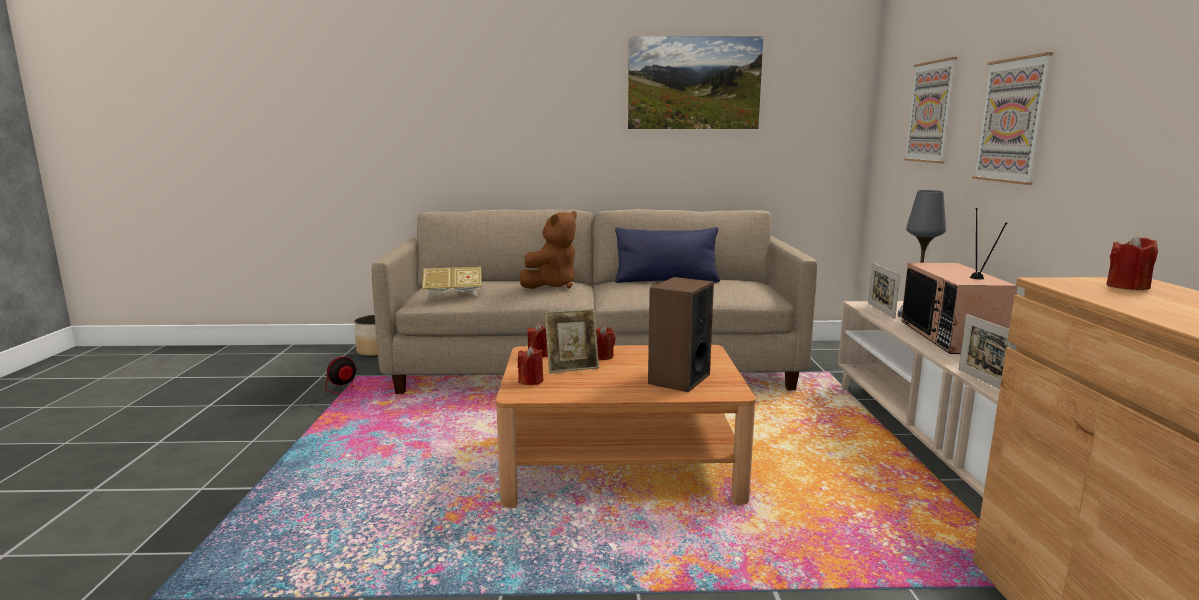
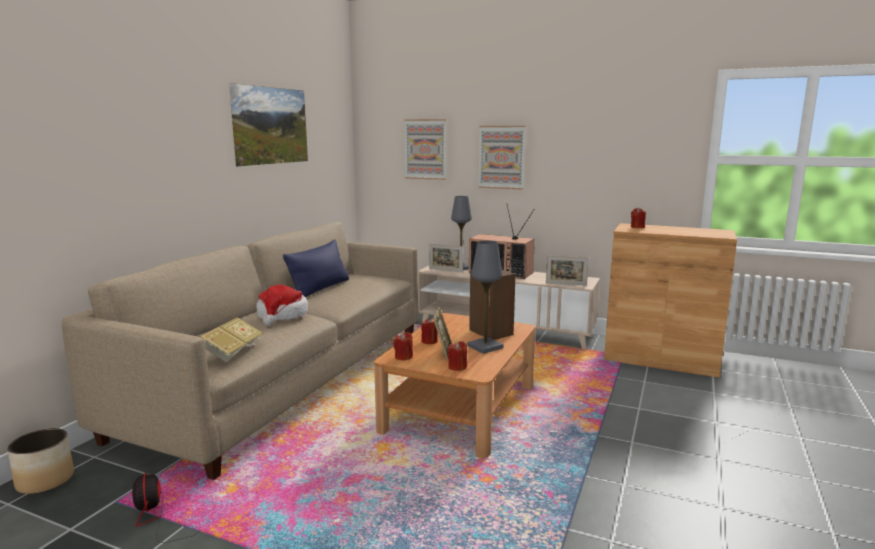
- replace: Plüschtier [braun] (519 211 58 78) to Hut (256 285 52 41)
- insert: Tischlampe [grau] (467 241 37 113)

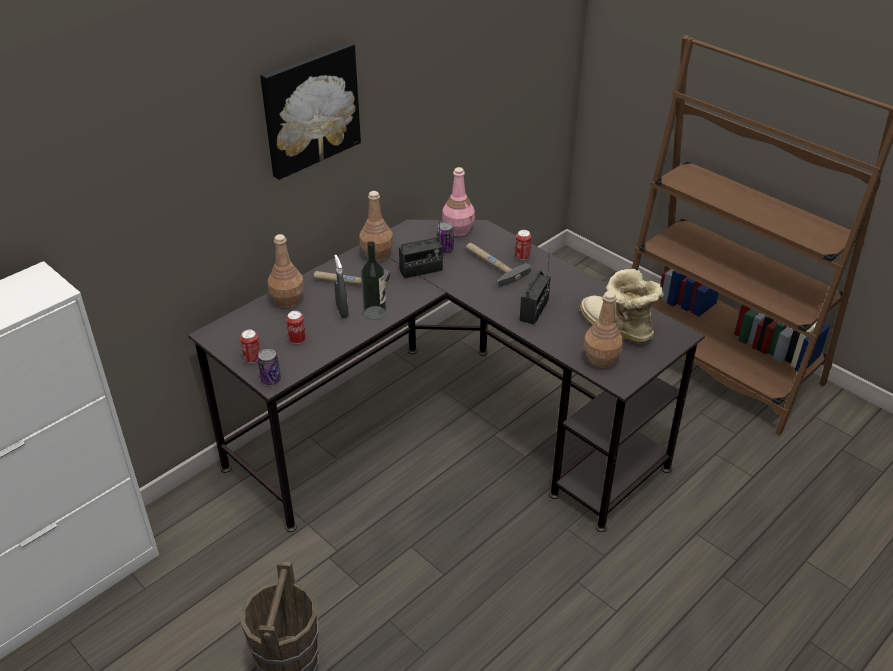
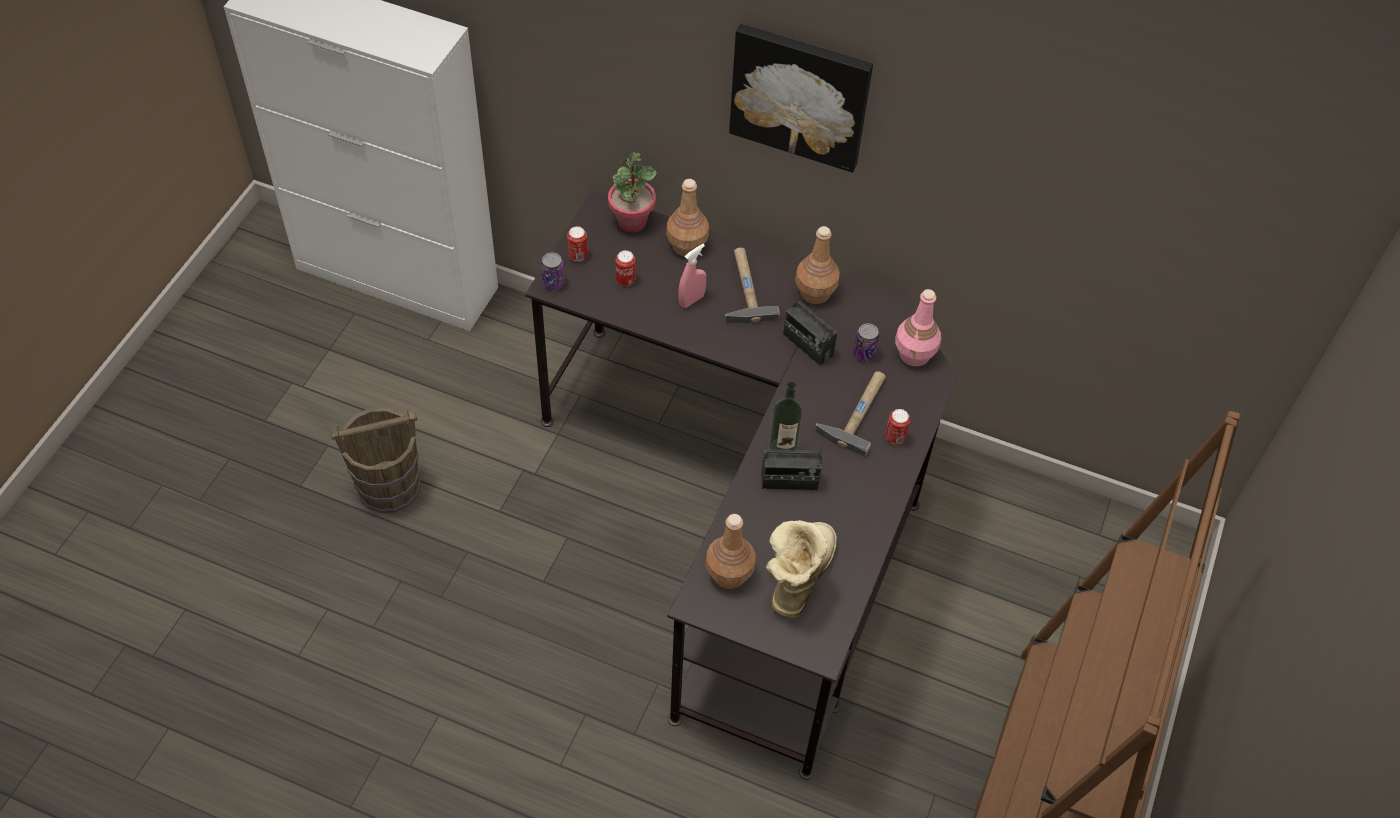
- insert: Topfpflanze (608 152 49 81)
- recolor: Sprühflasche [grau] (334 255 15 63) to Sprühflasche [rosa] (678 244 28 64)
- move: Flasche (361 241 26 79) to (768 382 35 69)

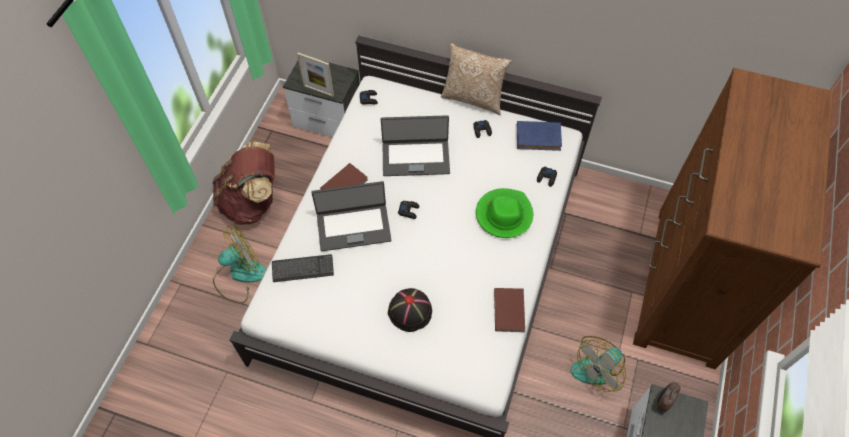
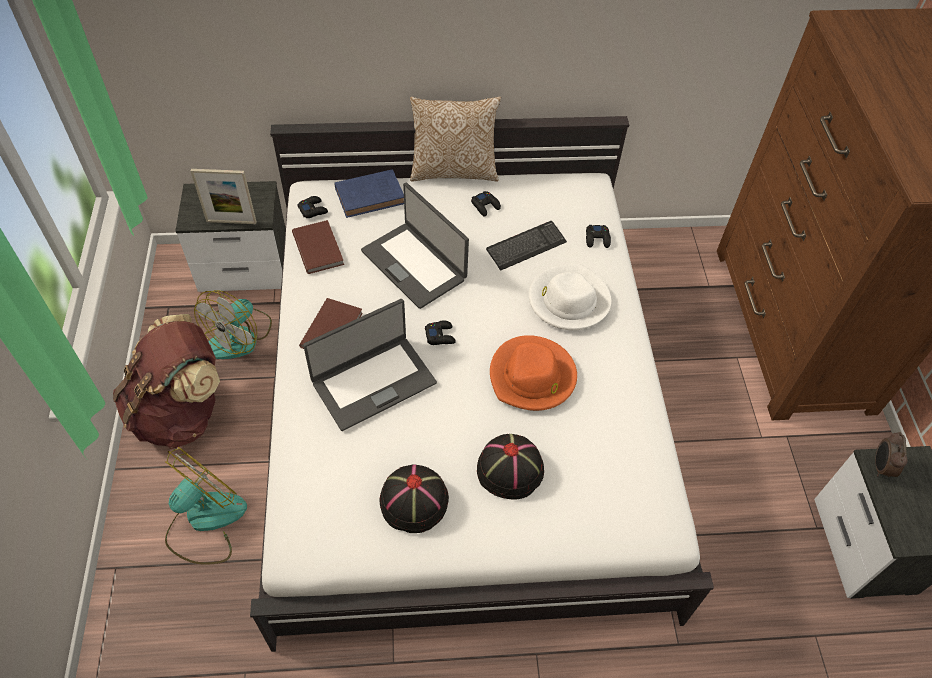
- move: Ventilator (570 336 56 56) to (194 290 78 69)
- move: Buch [braun] (494 288 31 44) to (292 220 52 54)
- move: Buch [blau] (517 121 45 30) to (334 169 70 49)
- rotate: Laptop (381 115 69 61) = (361 183 108 126) 75 degrees clockwise
- insert: Hut [schwarz] (380 464 69 69)
- move: Tastatur (272 254 62 28) to (486 221 81 50)
- insert: Hut [orange] (490 335 87 76)
- recolor: Hut [grün] (476 188 57 50) to Hut [weiß] (529 264 82 66)

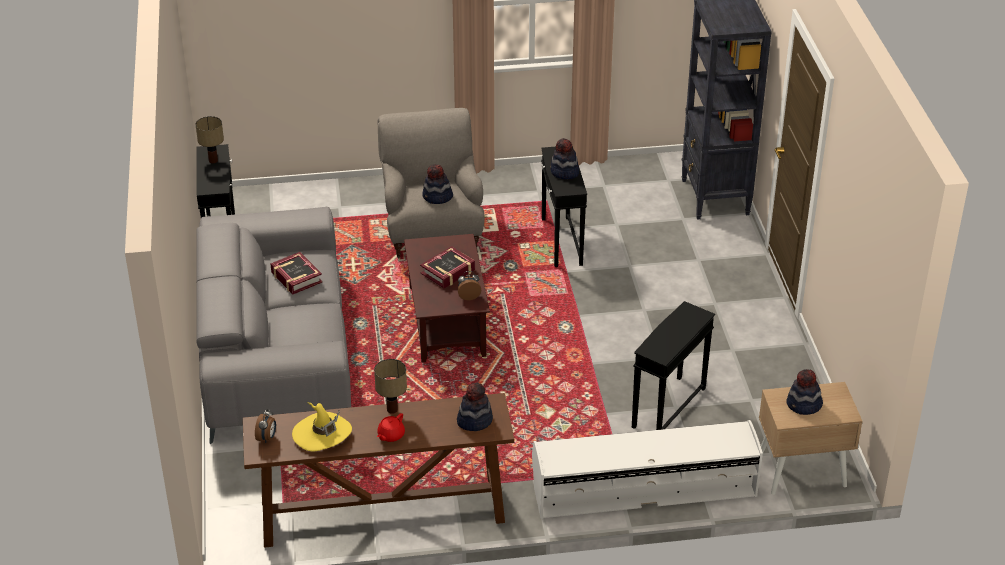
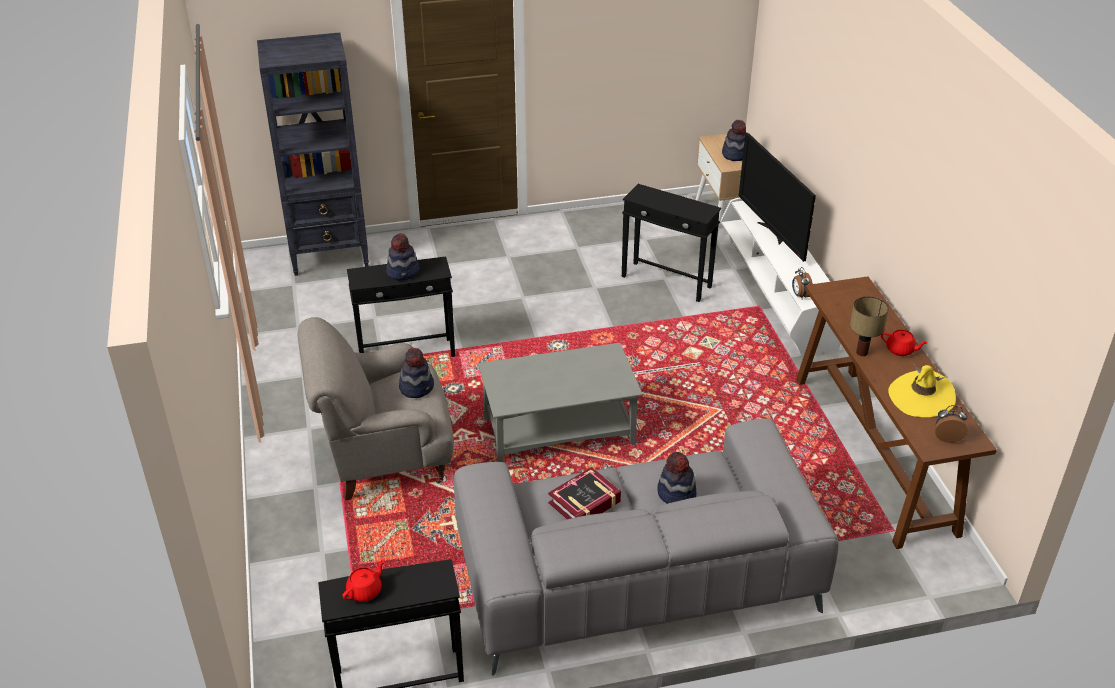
- replace: Tischlampe (195 116 29 47) to Teekanne [rot] (342 559 43 43)
- recolor: Couchtisch [braun] (404 234 86 128) to Couchtisch [grau] (478 343 165 119)
- move: Hut (457 383 36 48) to (657 452 39 52)
- insert: Fernseher (739 133 77 129)
- move: Wecker (458 271 23 29) to (792 267 21 32)
- delete: Buch (420 246 55 42)

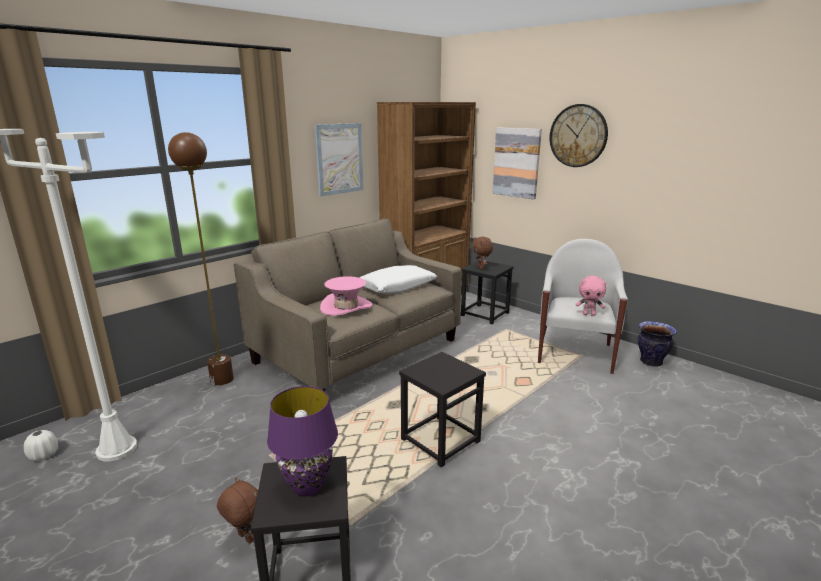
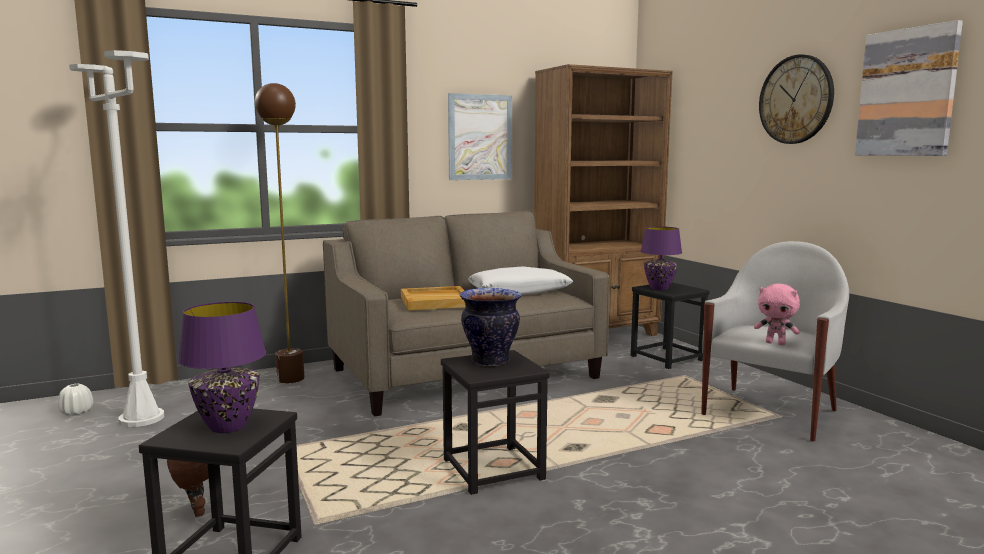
- replace: Hut [rosa] (320 276 52 40) to Tablett [beige] (401 286 65 24)
- move: Vase (638 321 39 46) to (460 288 62 78)
- replace: Plüschtier [braun] (472 237 21 33) to Tischlampe [lila] (640 227 42 63)
- move: Bild (492 127 50 72) to (855 20 108 136)

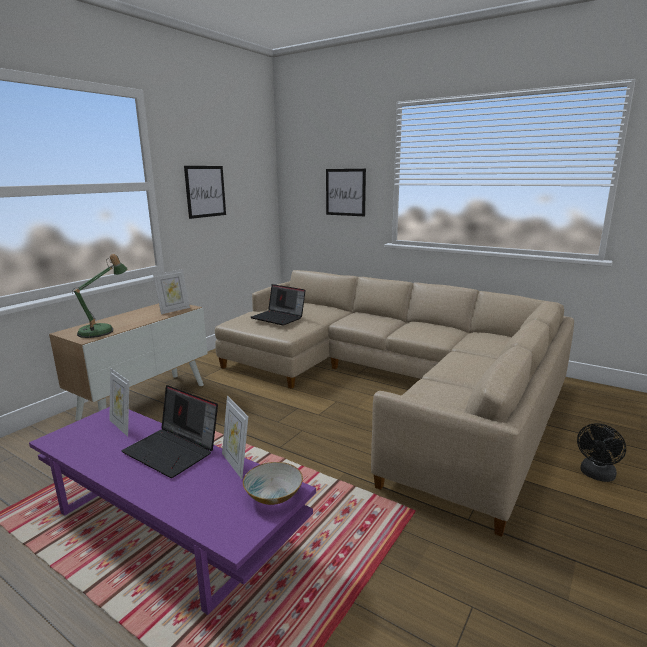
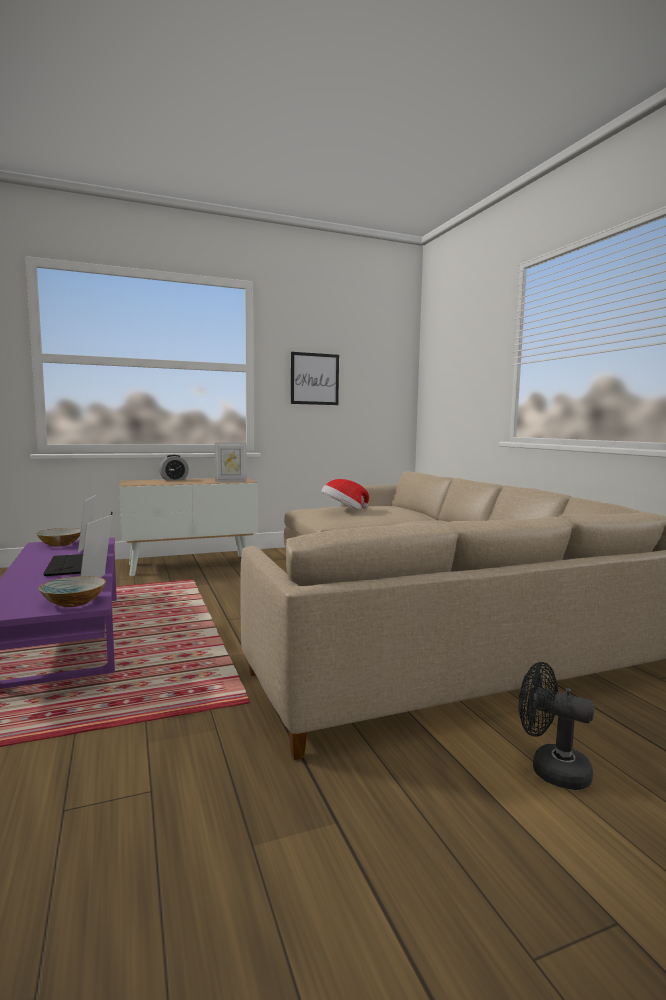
- insert: Schüssel (36 528 45 19)
- insert: Wecker (159 455 30 26)
- replace: Laptop (251 284 55 42) to Hut (321 479 48 31)
- rotate: Ventilator [schwarz] (577 423 49 59) = (519 662 75 128) 45 degrees clockwise
- delete: Tischlampe (72 254 55 84)
- delete: Bild (326 169 40 47)

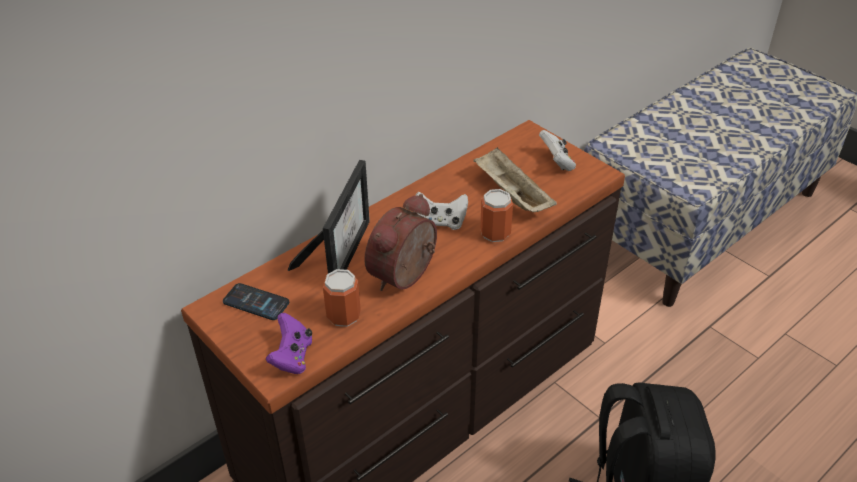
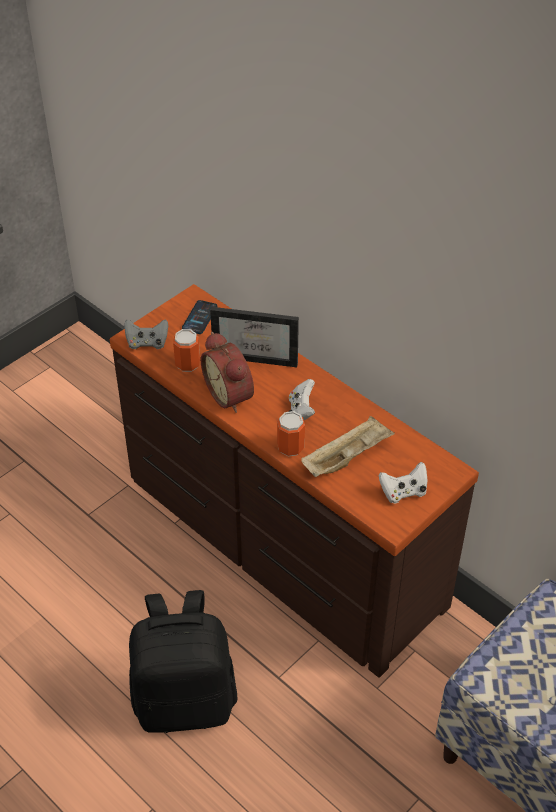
- recolor: Gamepad [lila] (266 313 46 61) to Gamepad [grau] (124 319 44 30)
- rotate: Wecker (364 194 73 97) = (201 332 53 81) 150 degrees counterclockwise

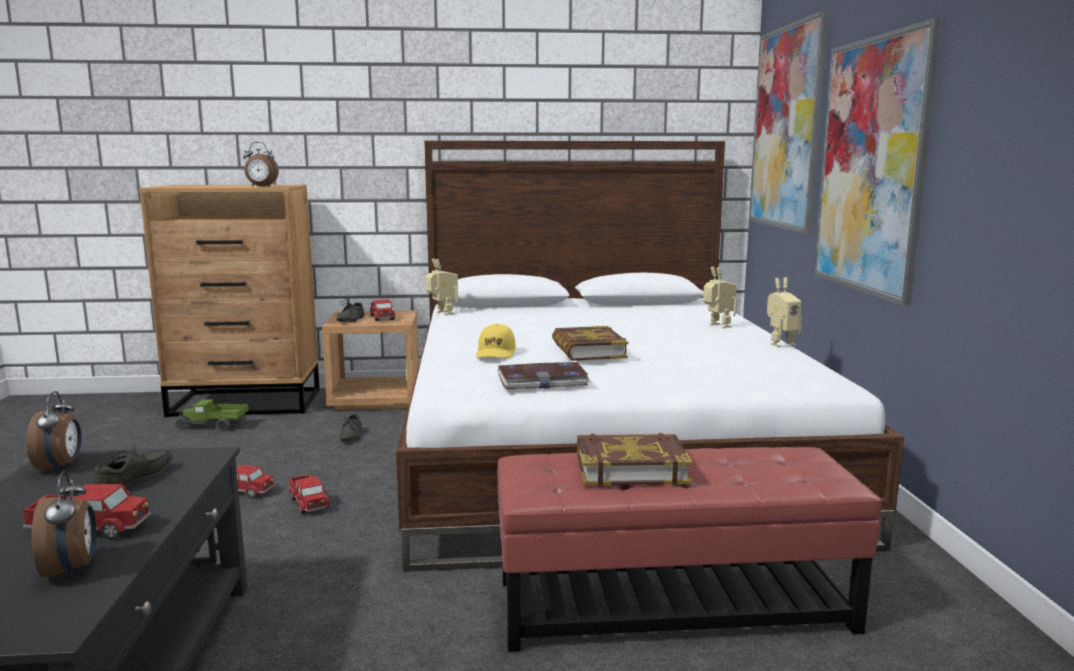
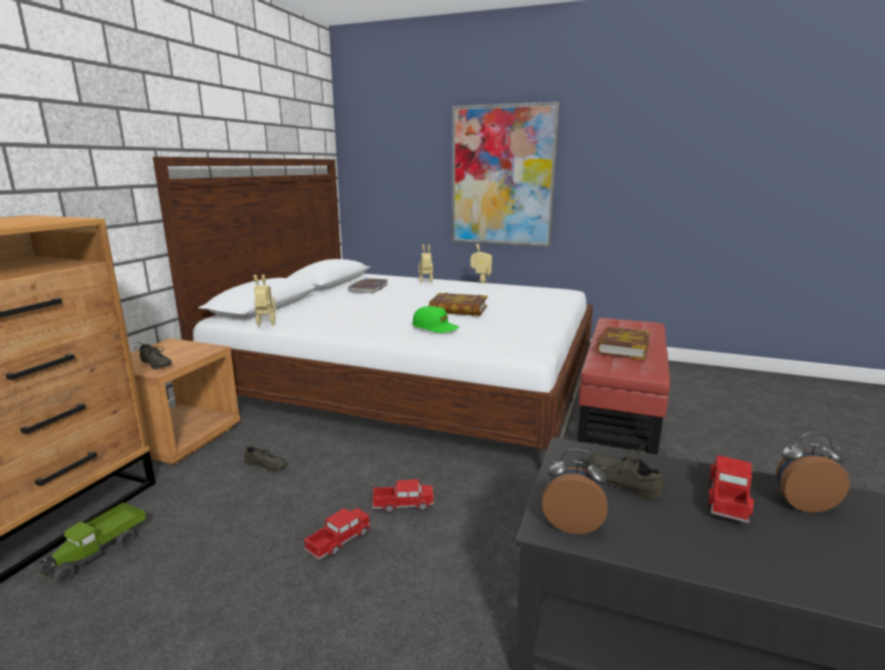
- move: Buch (497 362 93 27) to (348 278 40 15)
- recolor: Kappe [gelb] (476 324 40 34) to Kappe [grün] (413 306 46 27)
- delete: Wecker (243 142 36 45)
- delete: Spielzeuglaster (370 299 25 22)
- delete: Bild (749 10 80 224)

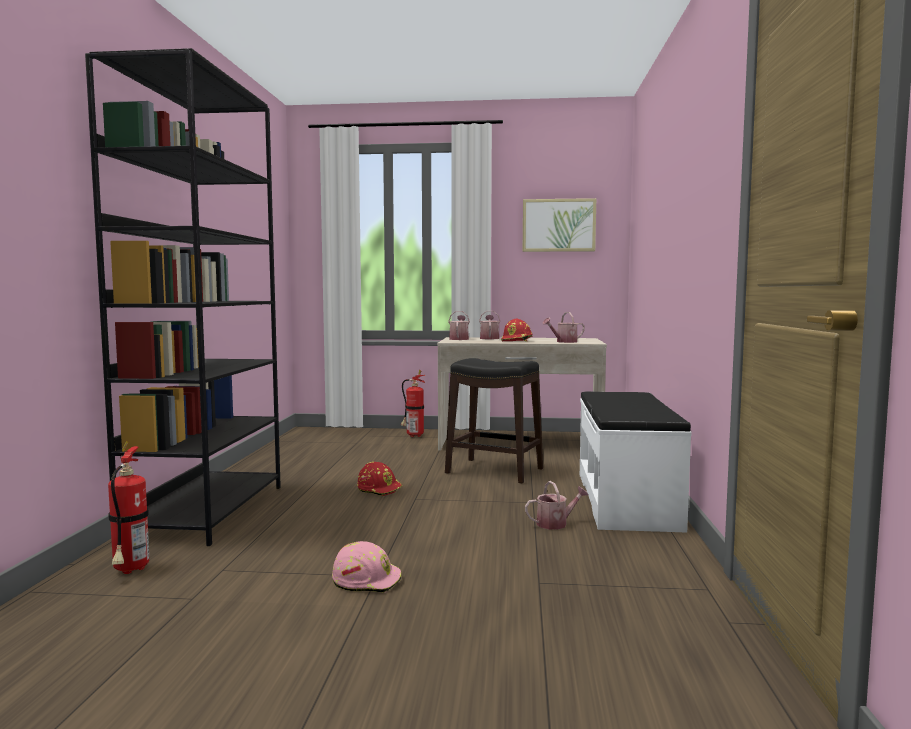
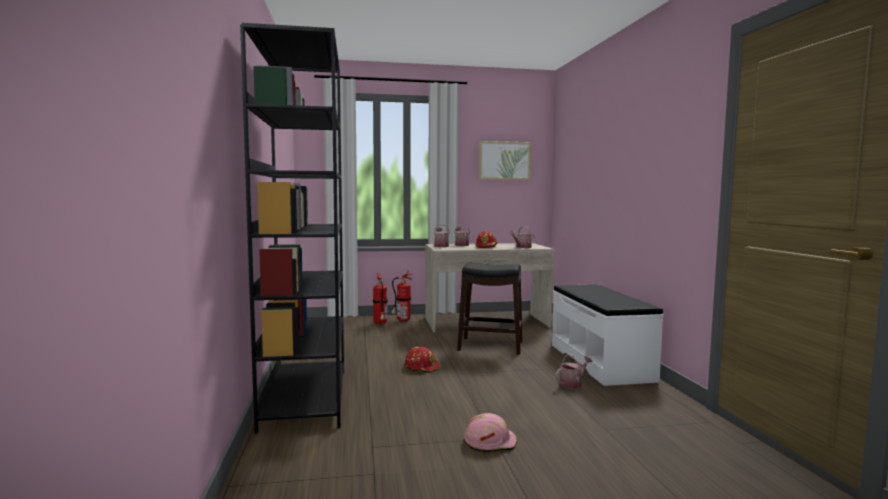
- move: Feuerlöscher (108 441 41 133) to (373 274 15 51)

